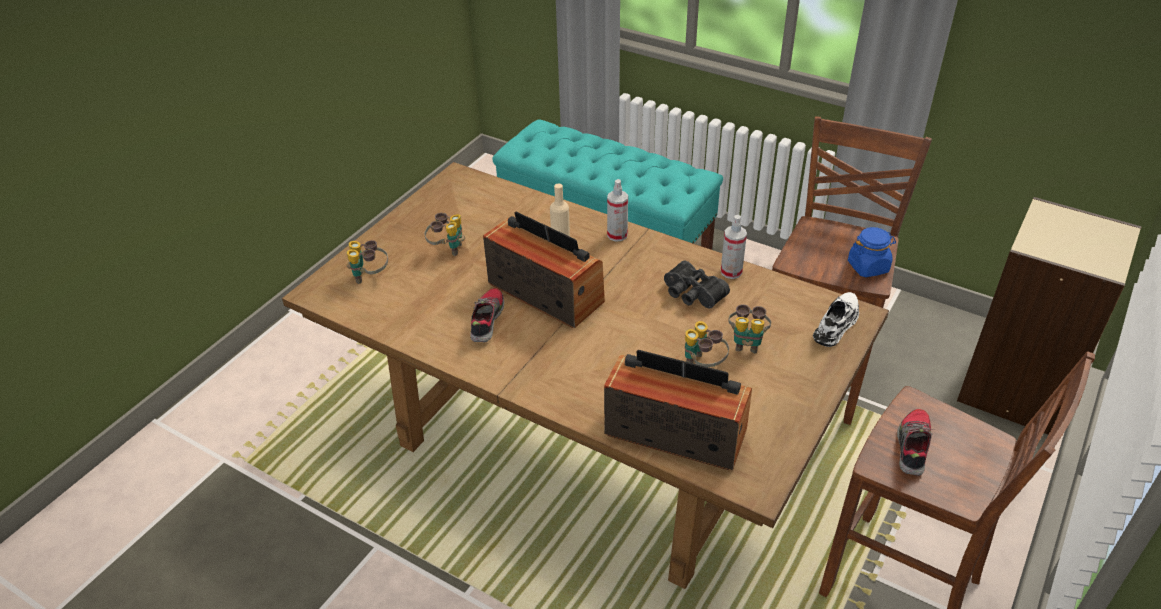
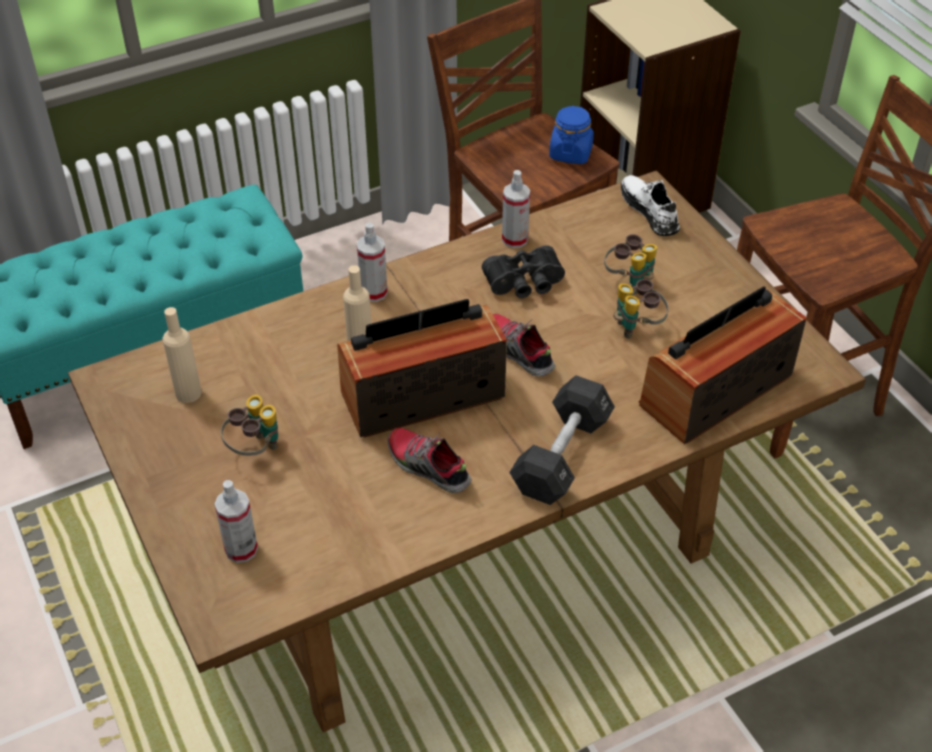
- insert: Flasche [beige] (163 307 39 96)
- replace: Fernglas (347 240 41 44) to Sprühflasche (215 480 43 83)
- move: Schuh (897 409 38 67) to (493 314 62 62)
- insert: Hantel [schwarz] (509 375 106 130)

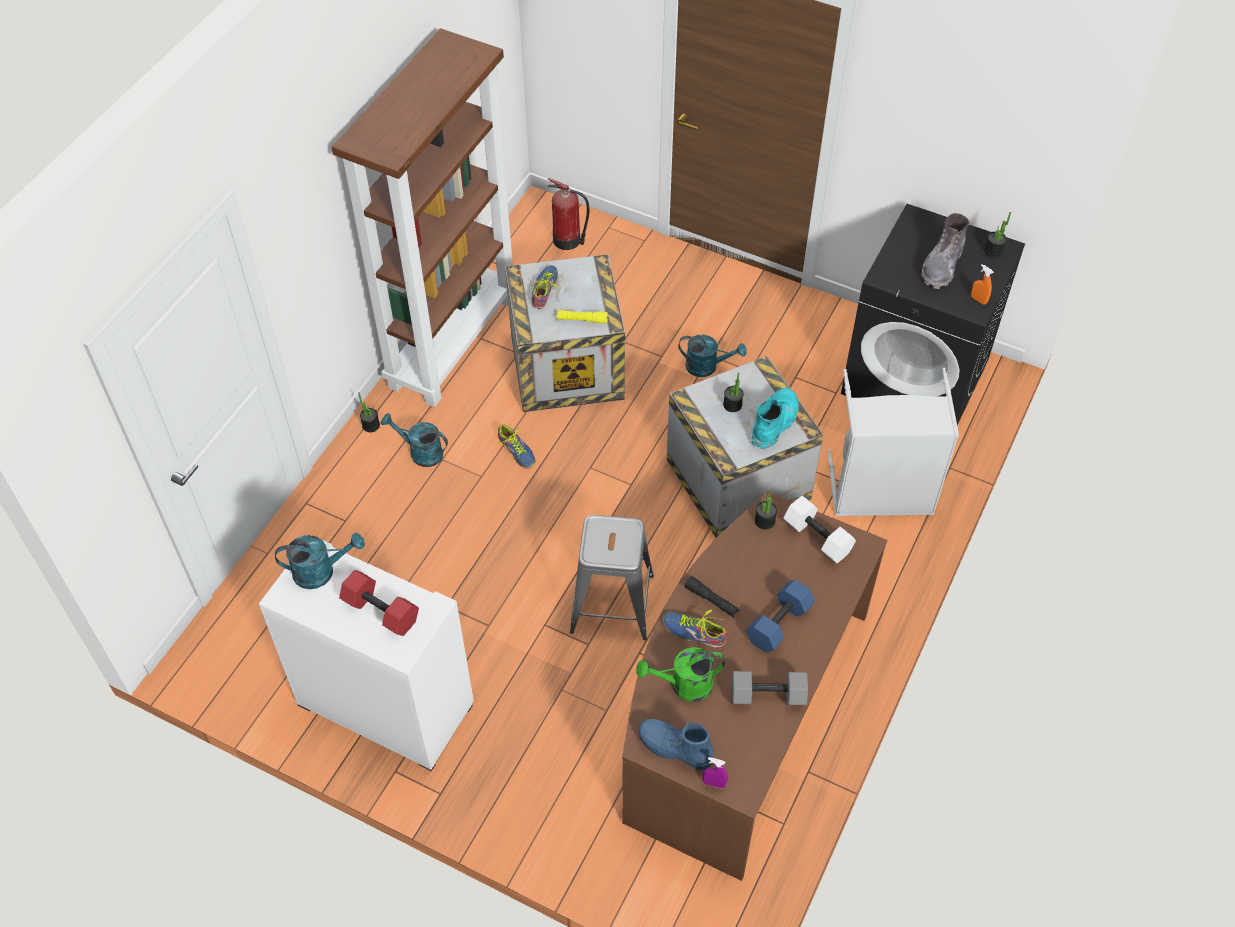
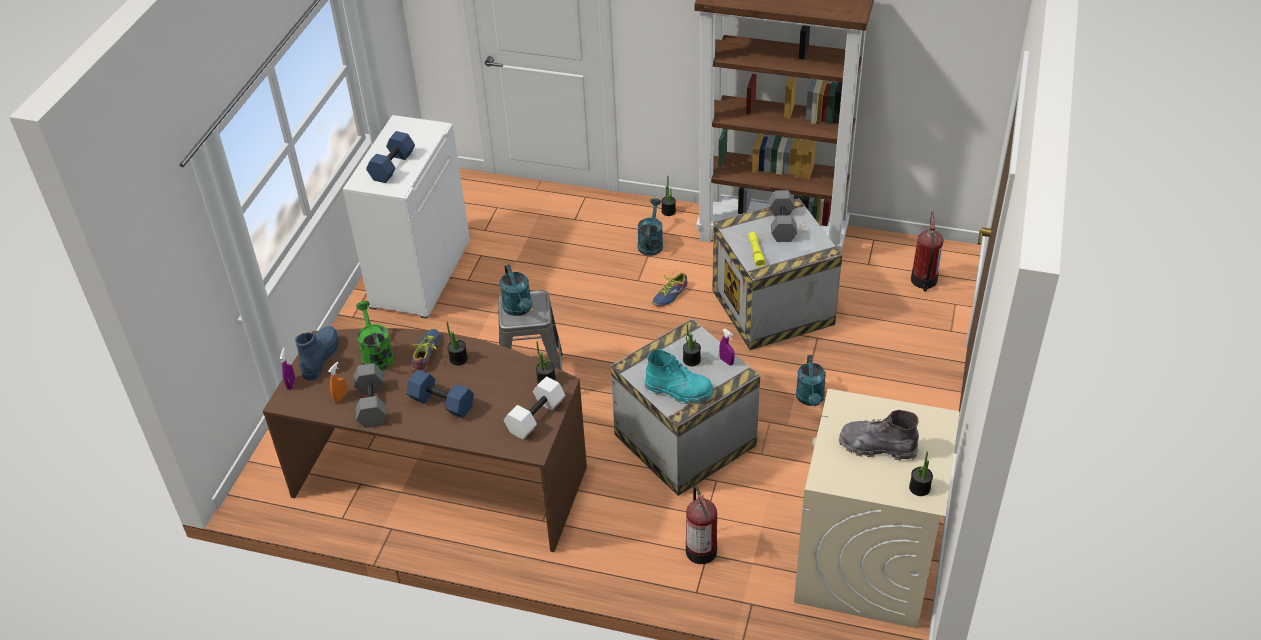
- move: Sprühflasche [orange] (971 264 23 41) to (328 362 20 41)
- recolor: Hantel [rot] (339 570 80 66) to Hantel [blau] (366 131 49 52)
- replace: Taschenlampe [schwarz] (684 576 55 41) to Topfpflanze (447 322 21 43)
- move: Gießkanne [türkis] (275 533 90 56) to (500 264 32 52)
- replace: Wäschekorb [grau] (828 368 131 149) to Feuerlöscher (686 485 31 79)
- insert: Sprühflasche [lila] (719 329 16 36)
- replace: Schuh (531 265 27 44) to Hantel [grau] (769 190 28 52)
- recolor: Waschmaschine [schwarz] (841 204 184 221) to Waschmaschine [beige] (794 389 166 239)

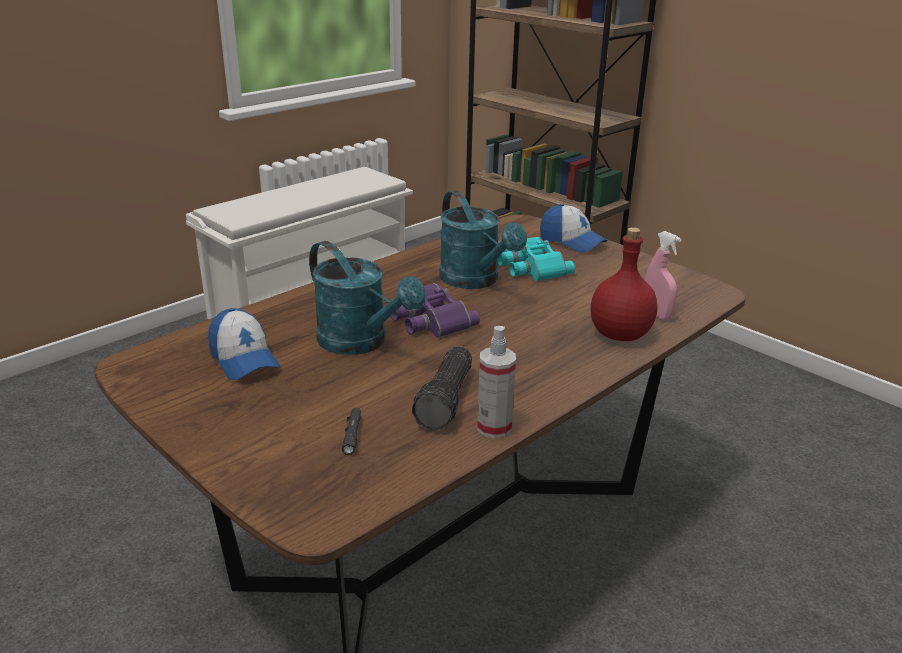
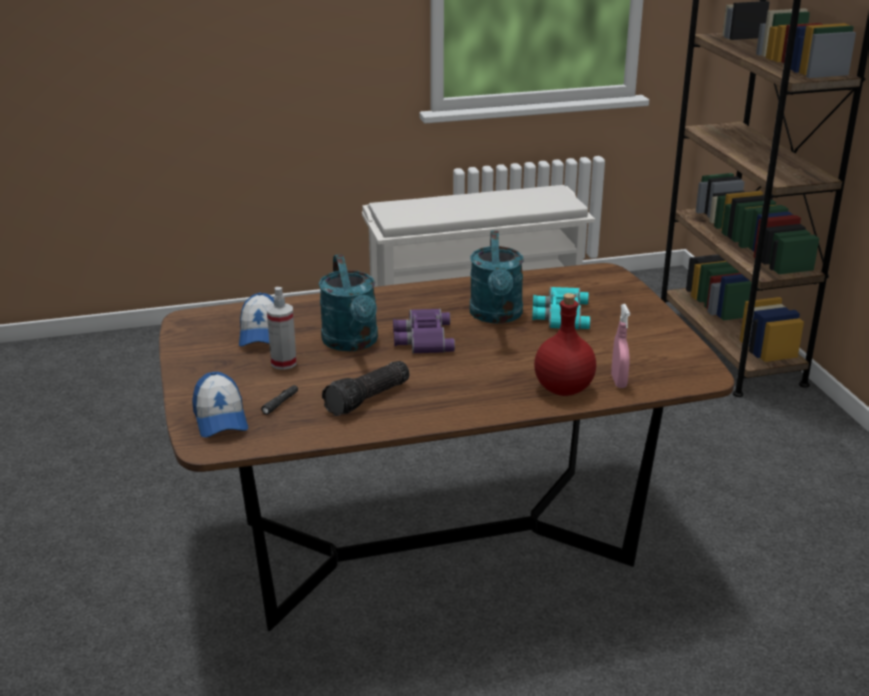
- move: Kappe (540 204 67 48) to (192 372 56 66)
- move: Sprühflasche (477 326 39 112) to (267 287 30 83)

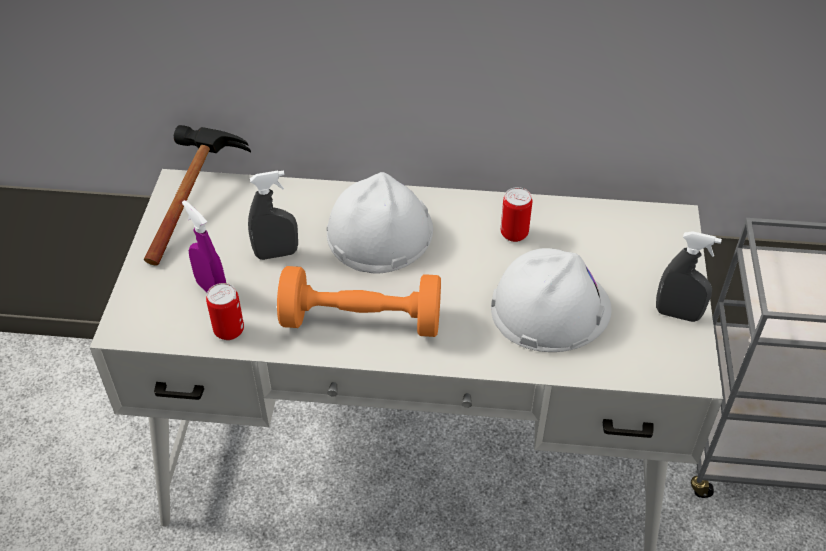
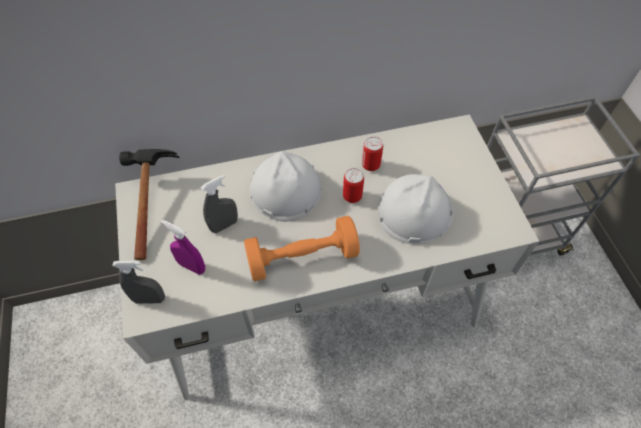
- move: Sprühflasche [grau] (656 231 66 91) to (112 260 53 44)
- move: Dose (206 283 38 57) to (343 168 21 35)

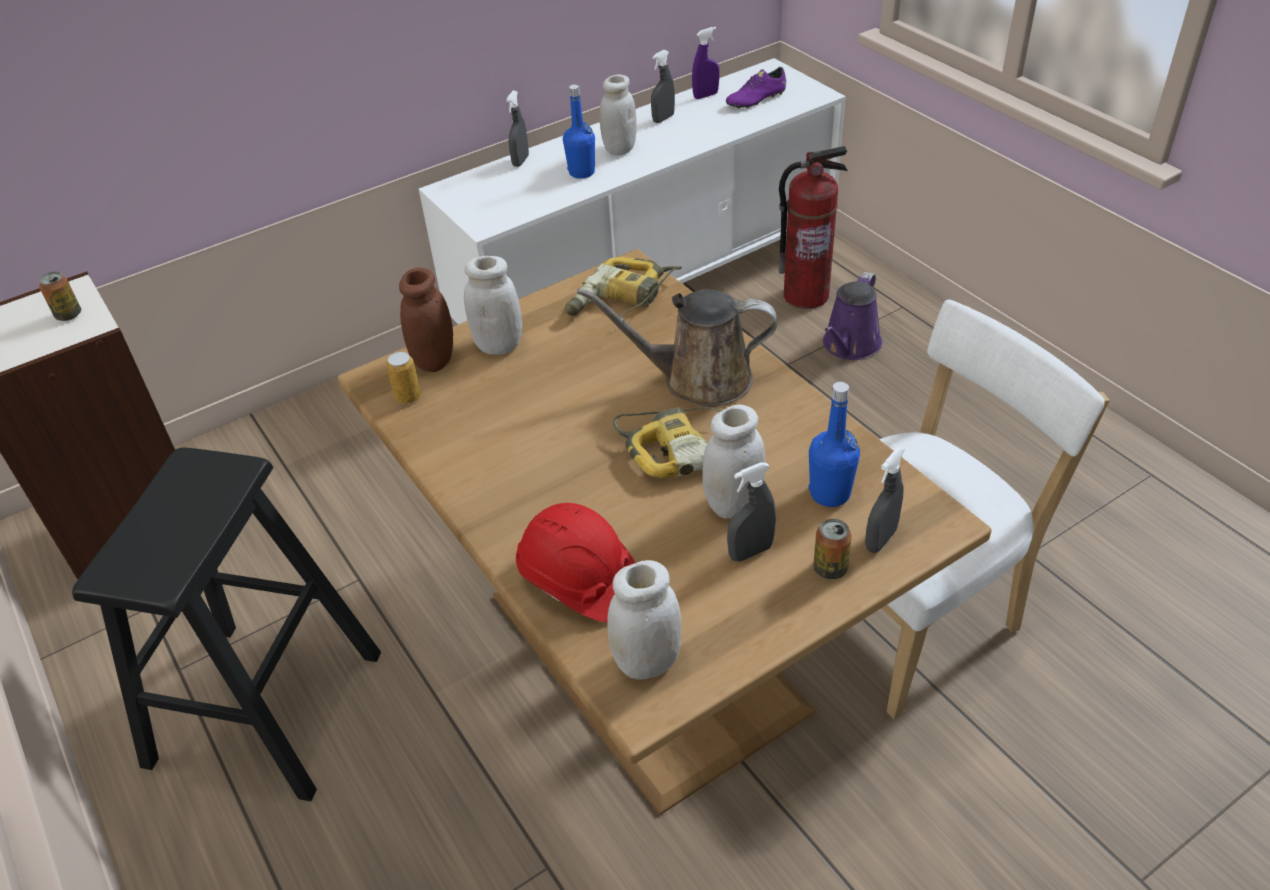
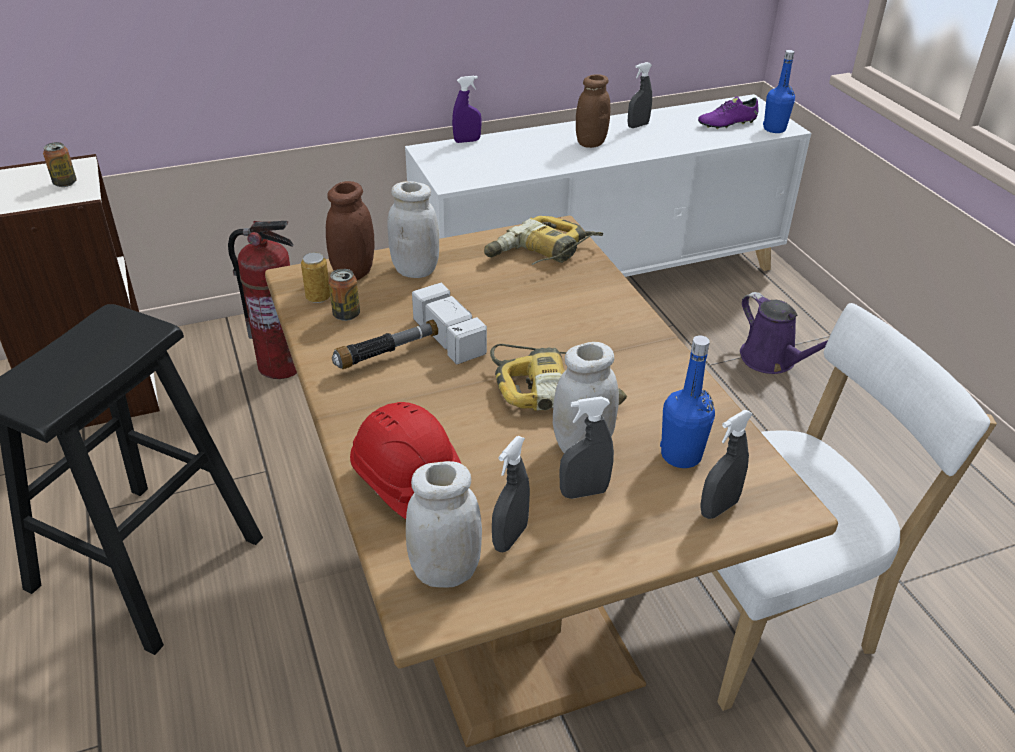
- move: Feuerlöscher (779 146 69 163) to (228 221 69 158)
- move: Dose (813 518 39 61) to (328 269 32 52)
- insert: Hammer (332 283 155 86)
- move: Sprühflasche [lila] (692 27 28 72) to (452 75 30 68)
- move: Sprühflasche [grau] (506 91 23 76) to (492 436 38 116)
- recolor: Vorratsglas [weiß] (600 75 37 80) to Vorratsglas [braun] (576 74 34 74)
- rotate: Gießkanne [lila] (823 272 59 88) = (740 292 88 82) 75 degrees counterclockwise
- move: Flasche [blau] (563 84 32 95) to (763 50 32 83)
- delete: Gießkanne [braun] (577 288 200 119)

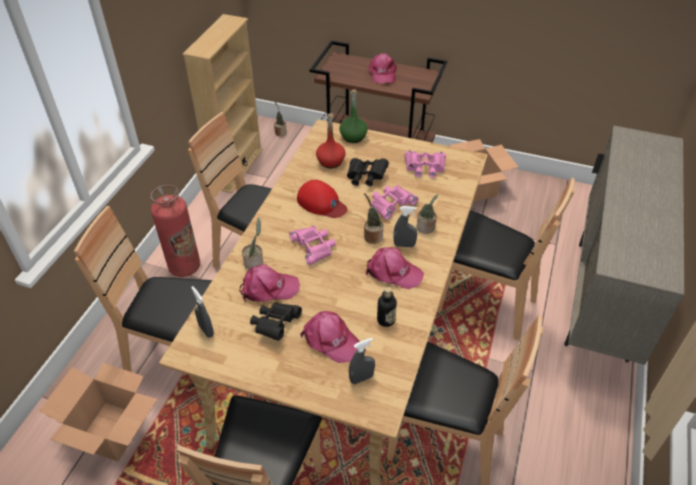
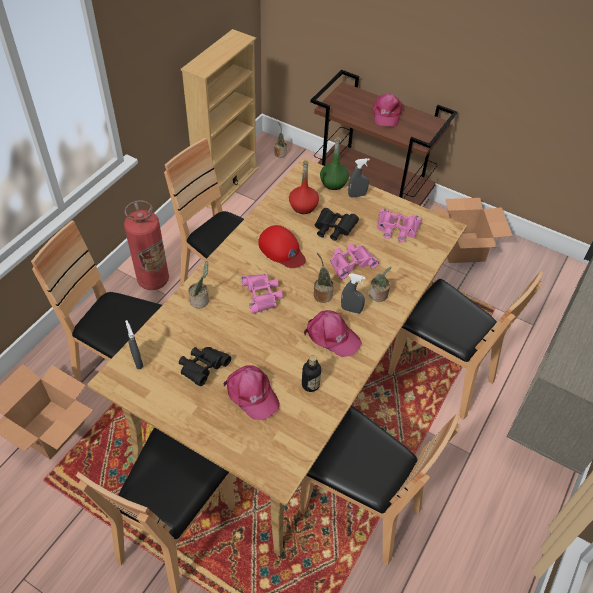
- move: Sprühflasche [grau] (349 338 26 46) to (348 158 22 39)
- delete: Kappe [rosa] (239 264 61 38)

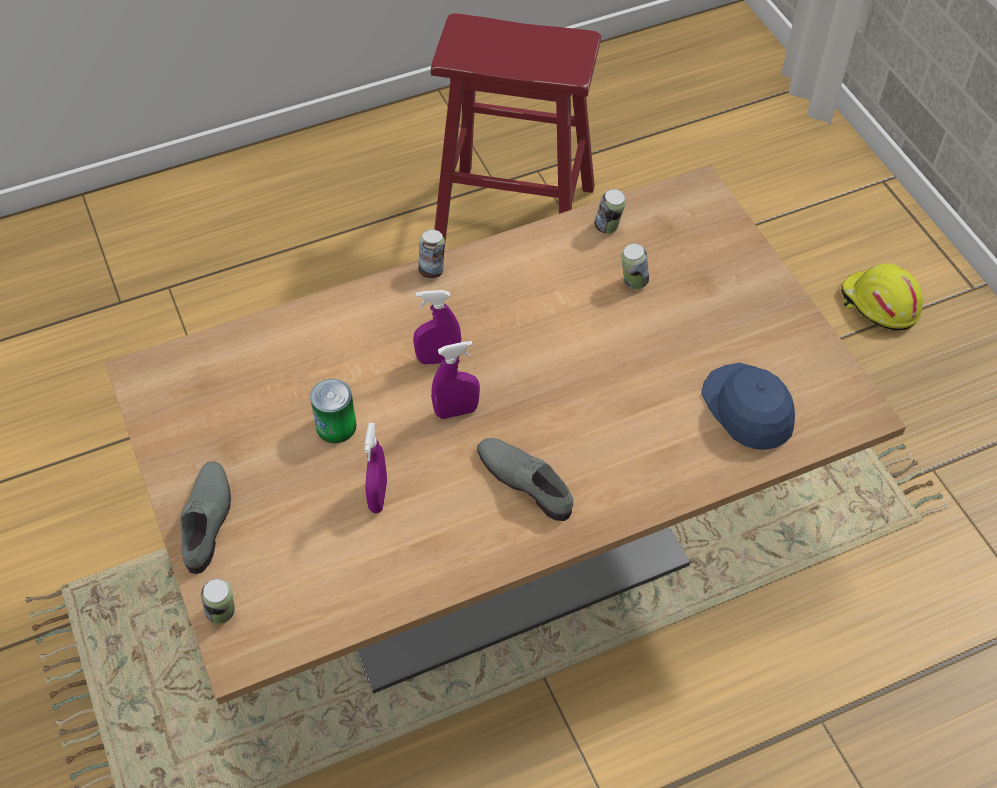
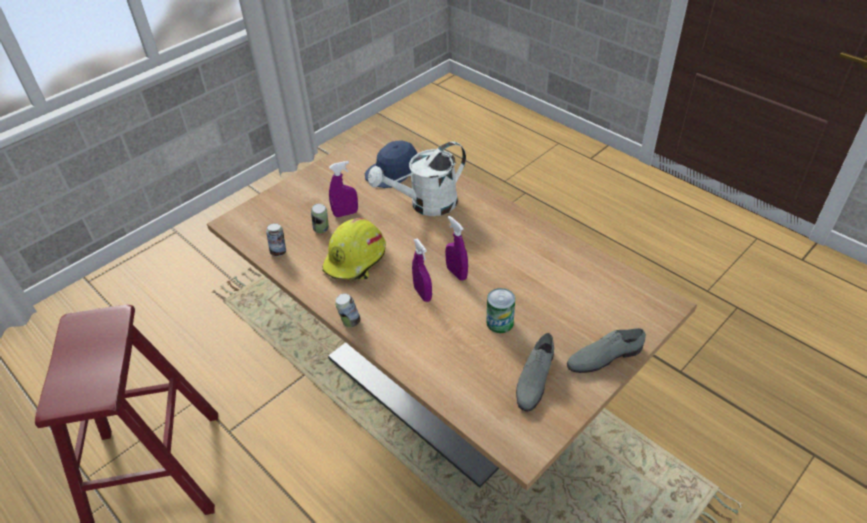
- move: Schutzhelm [gelb] (841 264 82 67) to (322 218 64 61)
- move: Sprühflasche [lila] (364 423 23 90) to (329 161 29 56)
- insert: Gießkanne [weiß] (368 142 98 74)
- move: Schuh [grau] (477 438 96 83) to (516 333 38 79)
- delete: Dose (201 579 34 45)

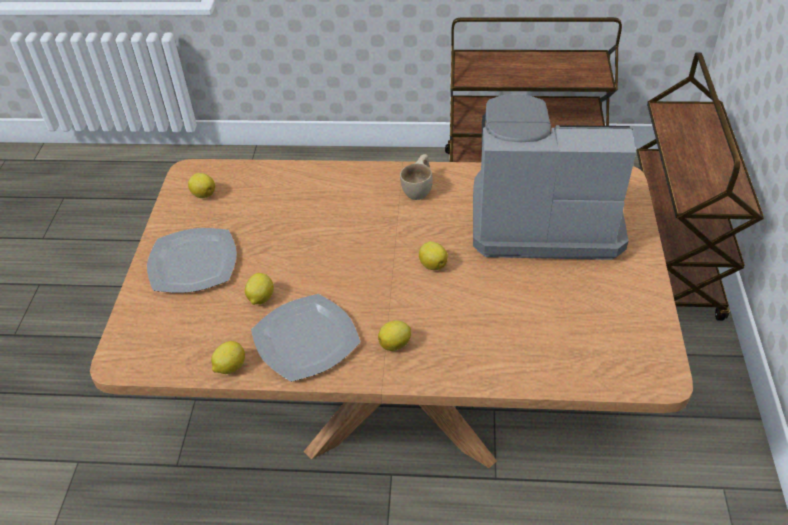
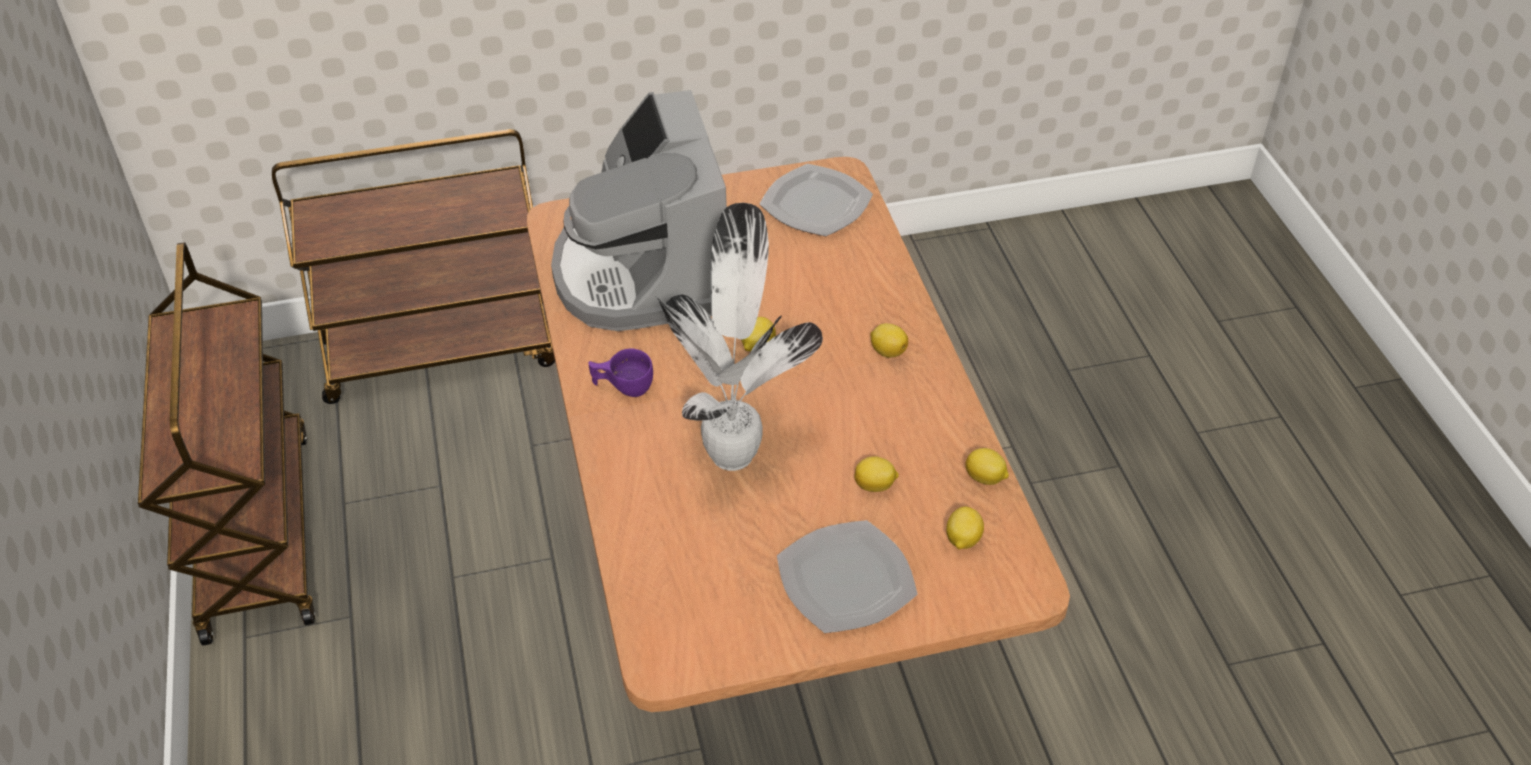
- recolor: Tasse [beige] (400 154 33 46) to Tasse [lila] (588 348 65 49)
- insert: Topfpflanze (656 202 167 269)
- move: Teller (251 294 110 88) to (760 164 113 72)
- move: Zitrone (188 173 27 25) to (946 506 38 43)

